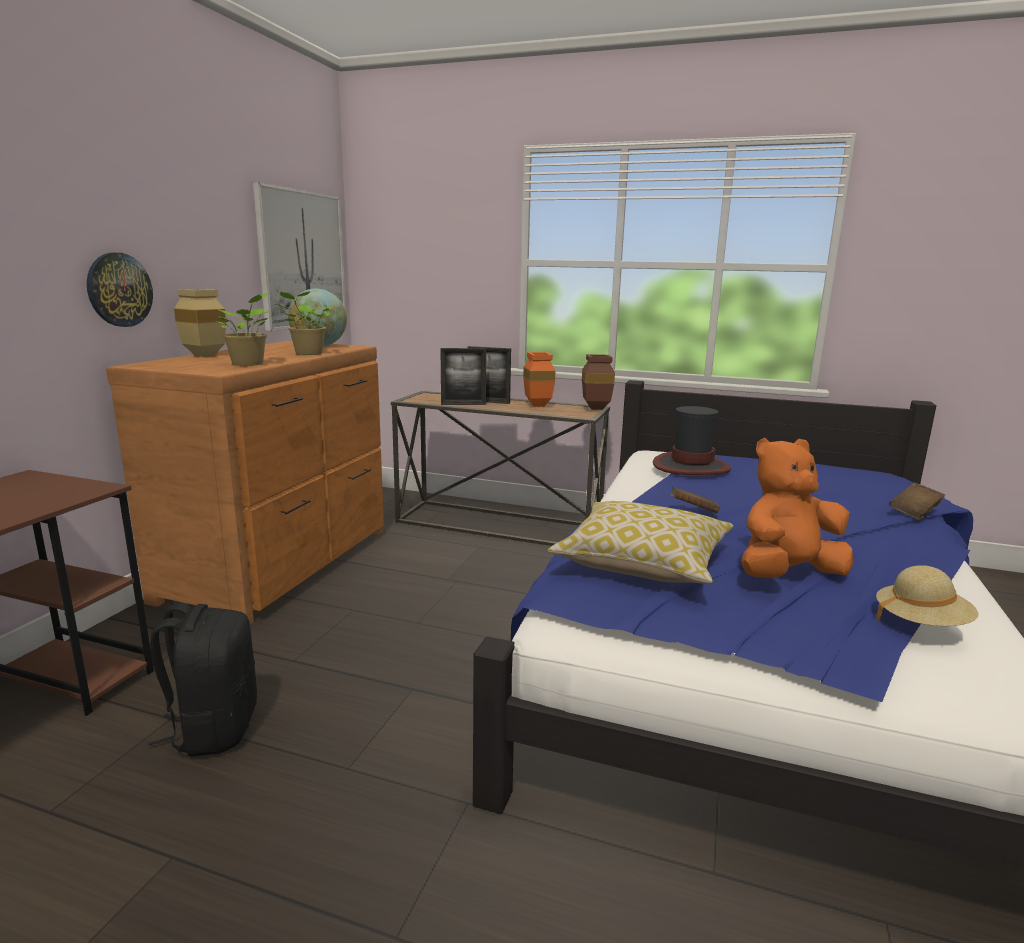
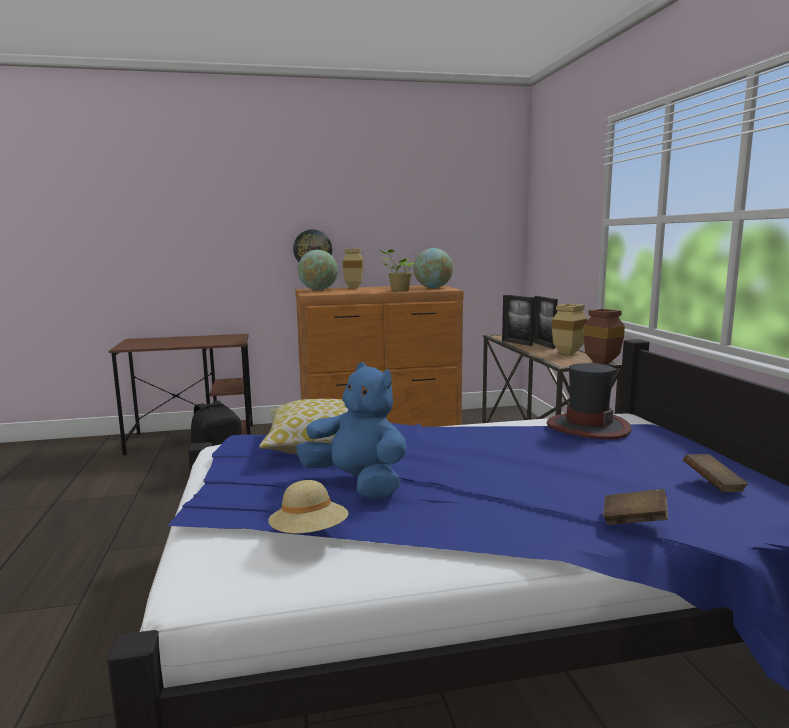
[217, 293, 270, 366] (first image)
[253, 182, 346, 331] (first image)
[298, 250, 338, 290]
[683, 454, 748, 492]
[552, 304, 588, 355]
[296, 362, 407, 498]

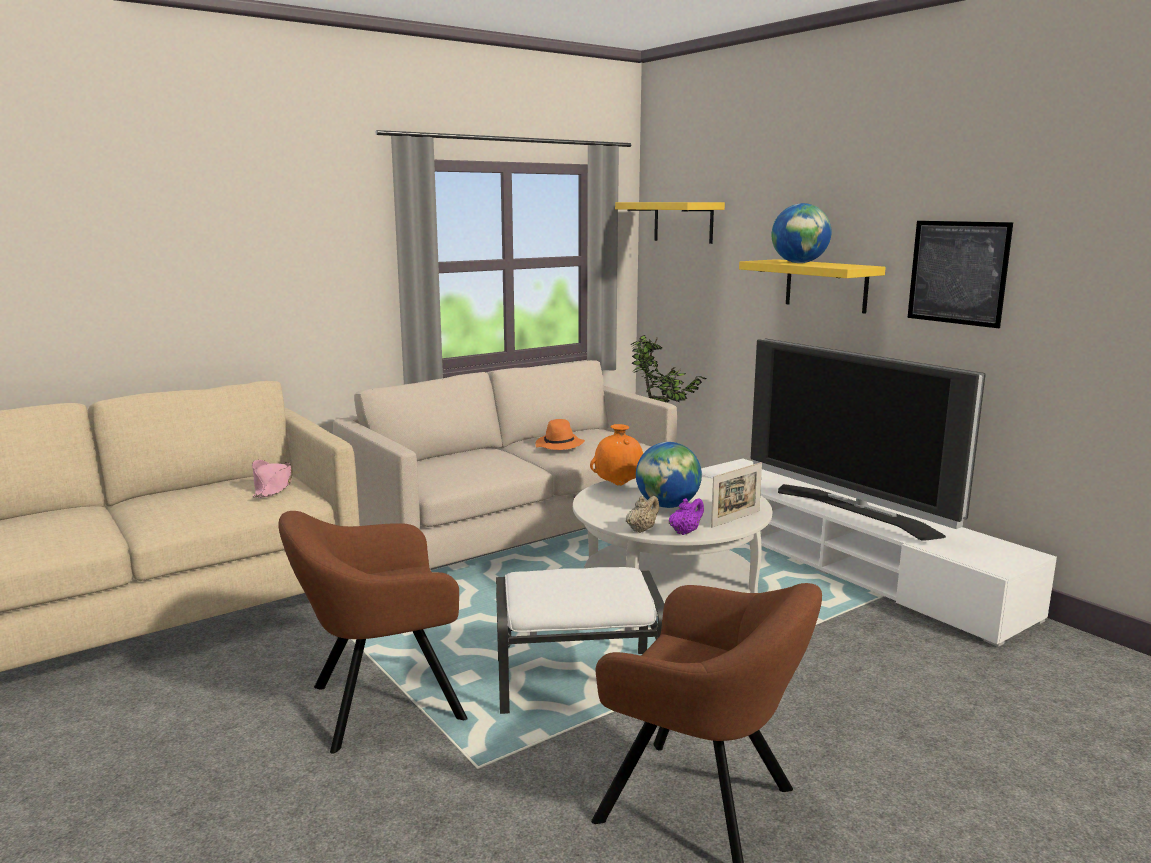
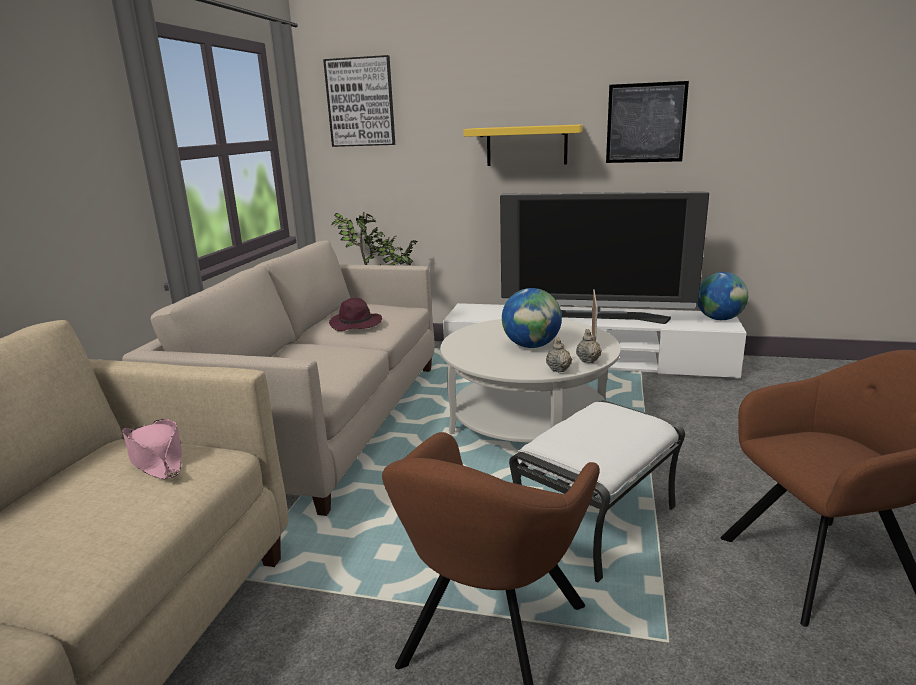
[590, 424, 643, 486] (first image)
[697, 272, 748, 320]
[323, 55, 395, 147]
[329, 298, 382, 331]
[576, 329, 602, 363]

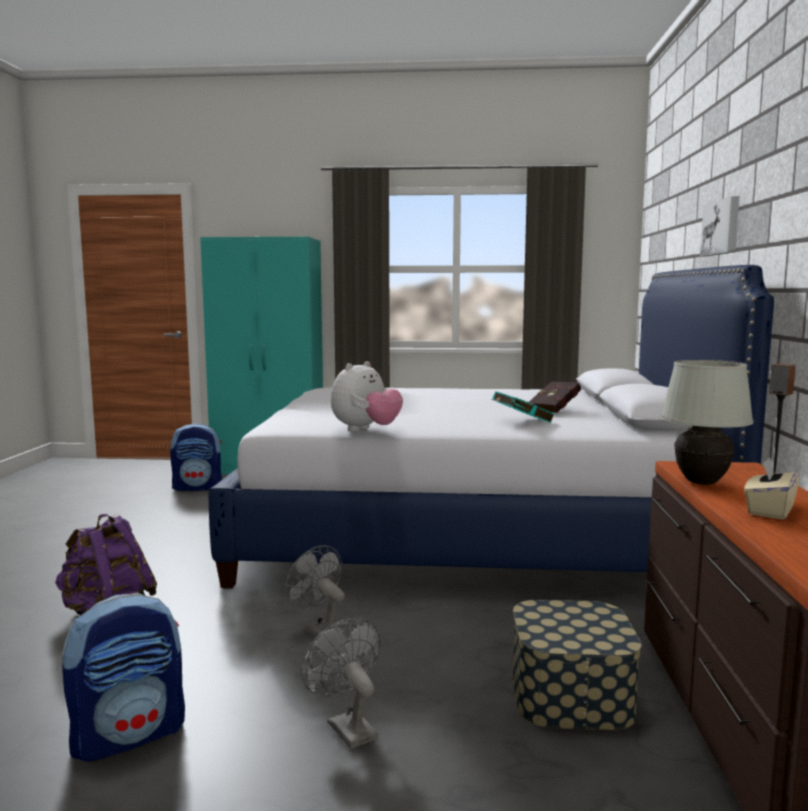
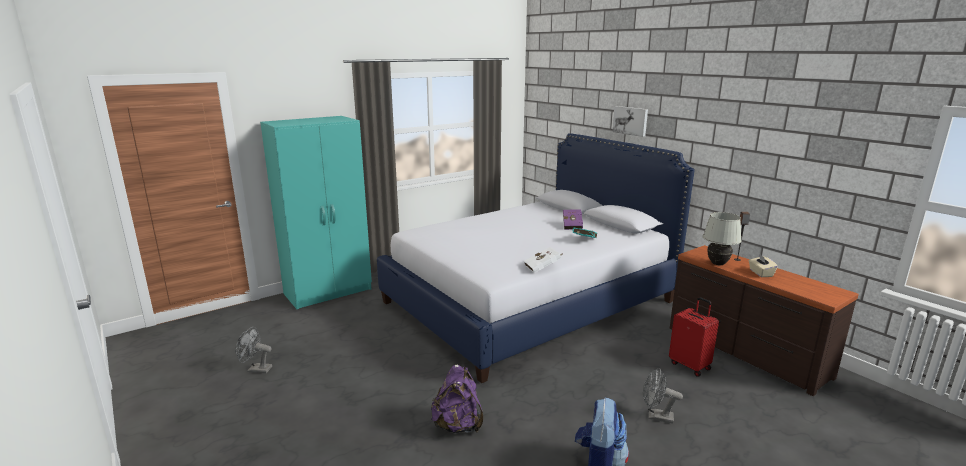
[170, 423, 222, 491] (first image)
[235, 327, 272, 373]
[524, 247, 563, 273]
[669, 297, 719, 377]
[563, 209, 583, 230]

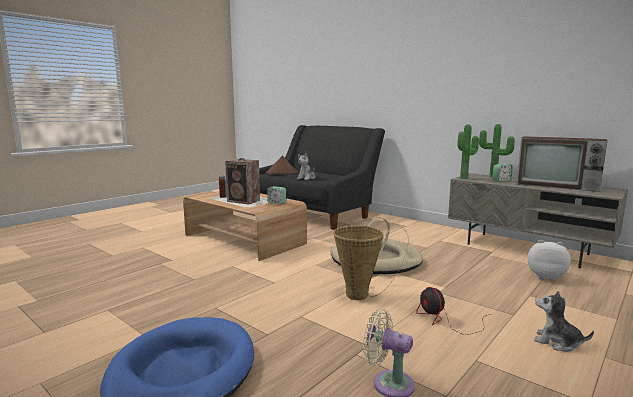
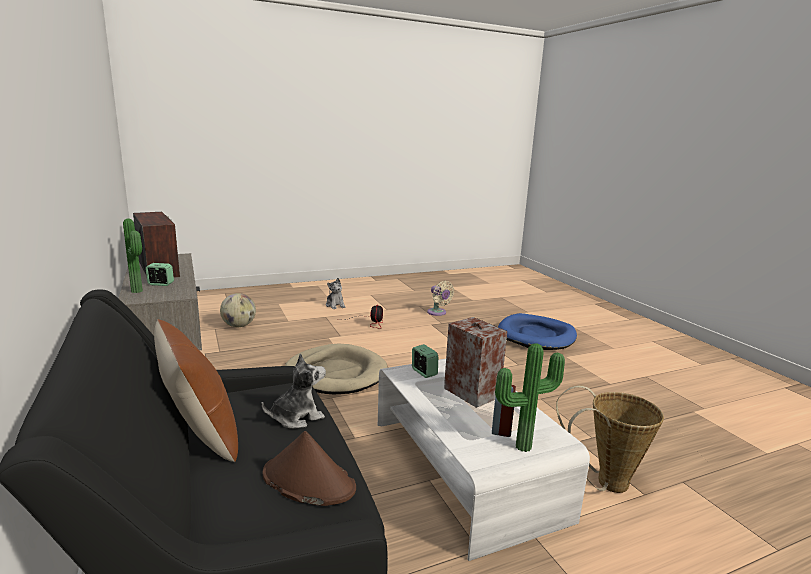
[154, 319, 238, 462]
[556, 385, 664, 493]
[495, 343, 565, 452]
[220, 293, 256, 327]
[378, 359, 590, 561]

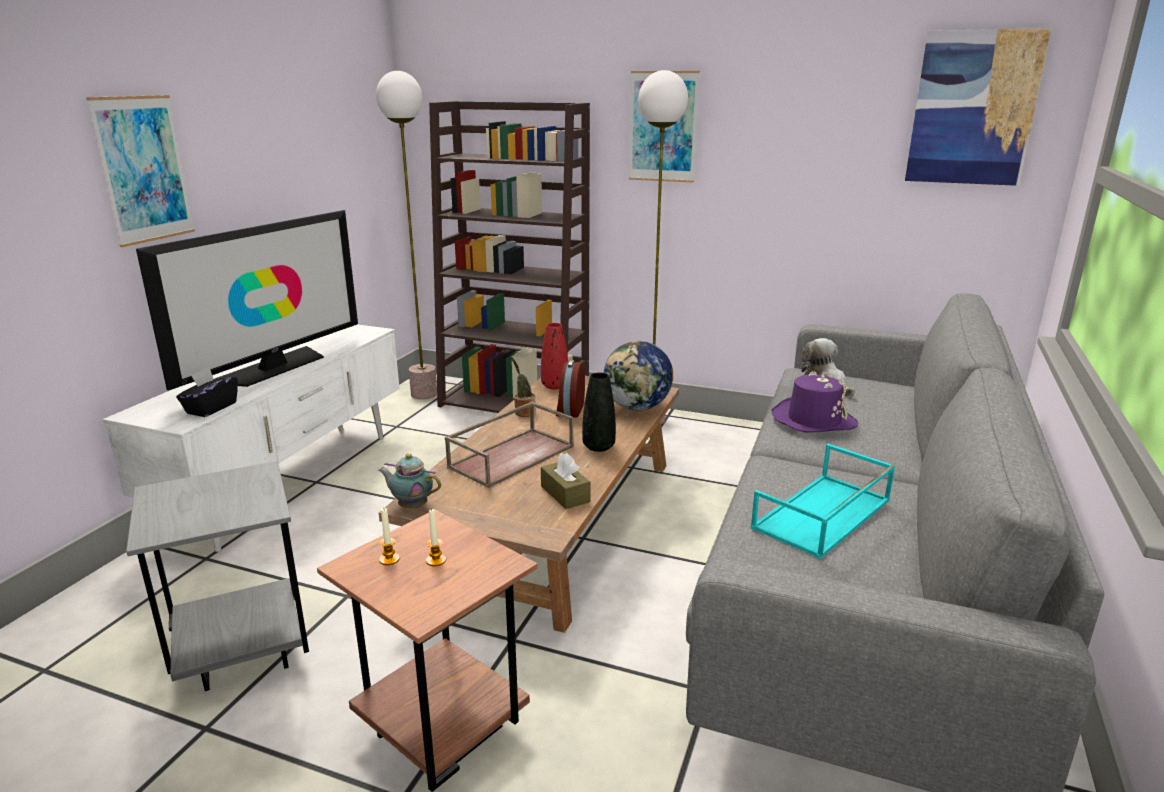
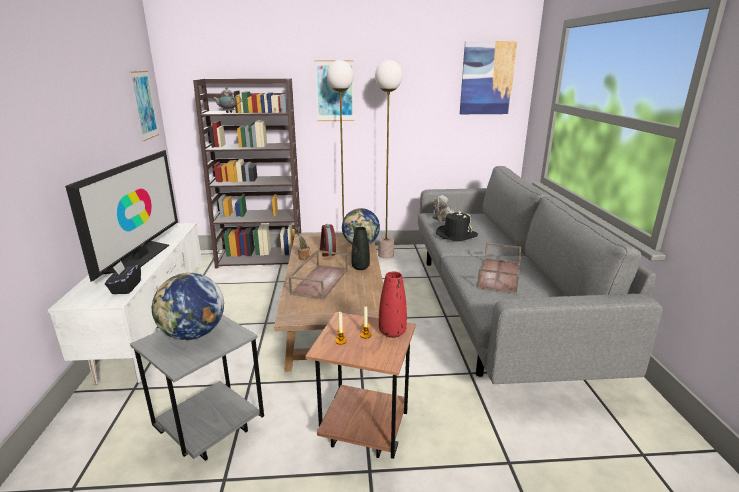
[541, 453, 590, 509] (first image)
[152, 273, 224, 340]
[129, 71, 159, 141]
[375, 60, 403, 258]
[213, 88, 242, 113]
[379, 271, 407, 338]
[477, 243, 521, 294]
[436, 211, 478, 241]

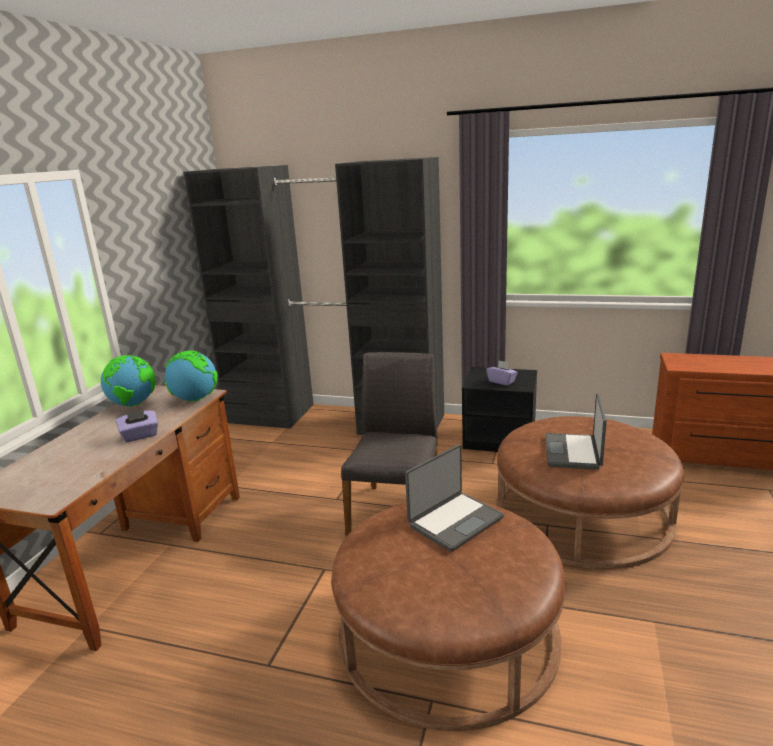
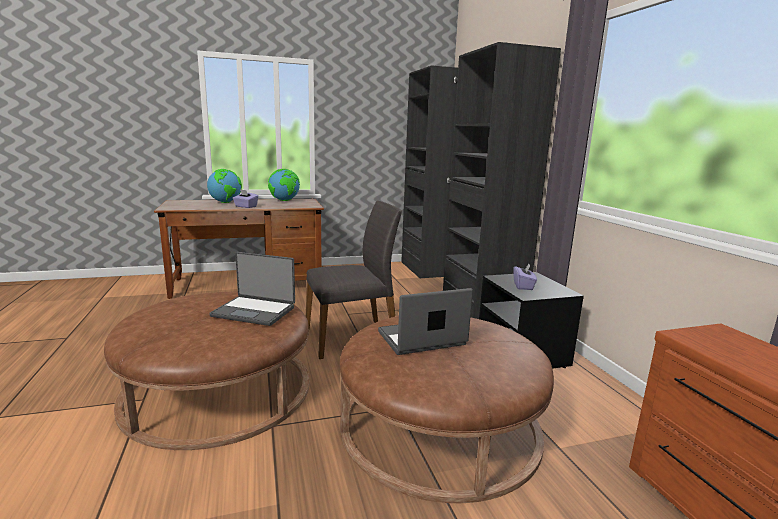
[207, 169, 242, 203]

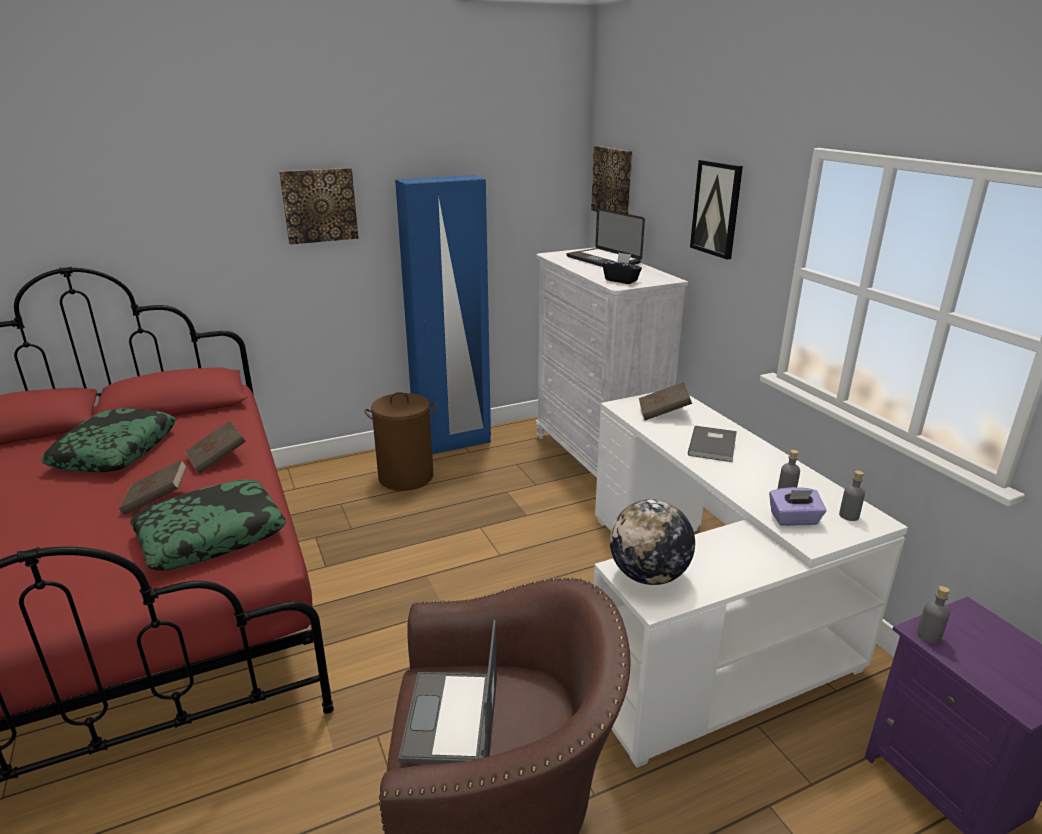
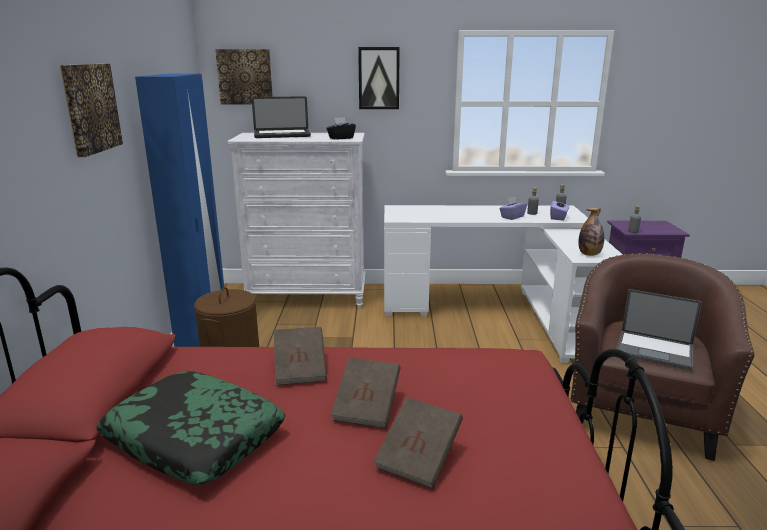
[130, 479, 286, 570] (first image)
[688, 426, 737, 462] (first image)
[499, 197, 527, 220]
[373, 397, 463, 489]
[578, 208, 604, 256]

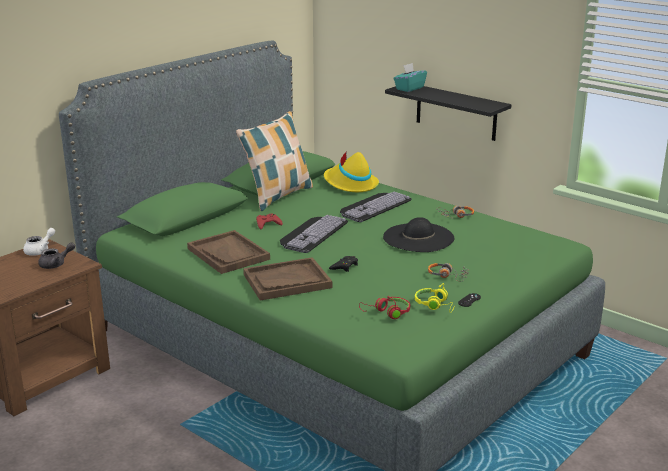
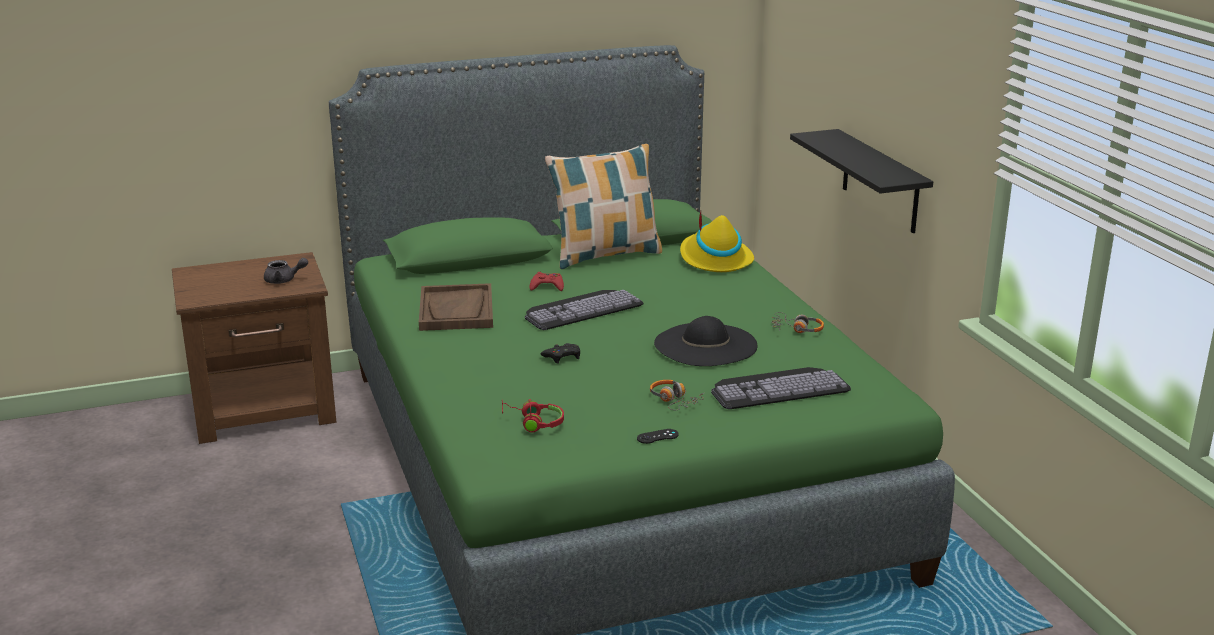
[23, 228, 55, 256] (first image)
[243, 257, 332, 301] (first image)
[393, 63, 427, 92] (first image)
[415, 283, 455, 313] (first image)
[711, 367, 851, 409]

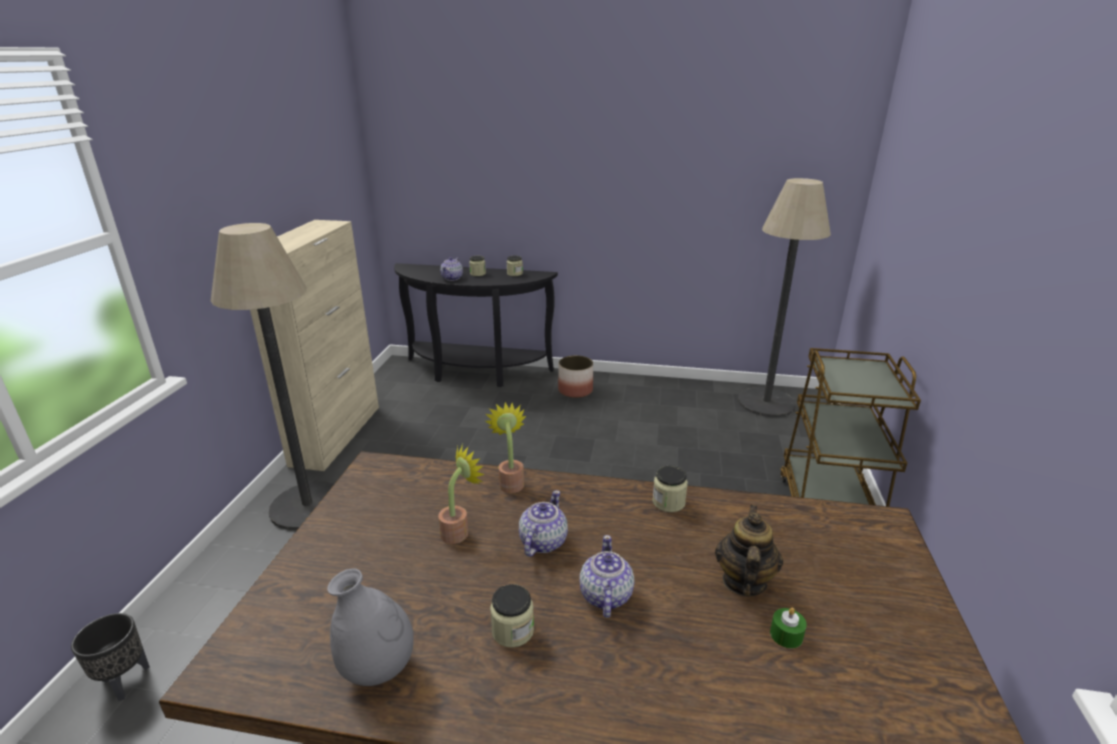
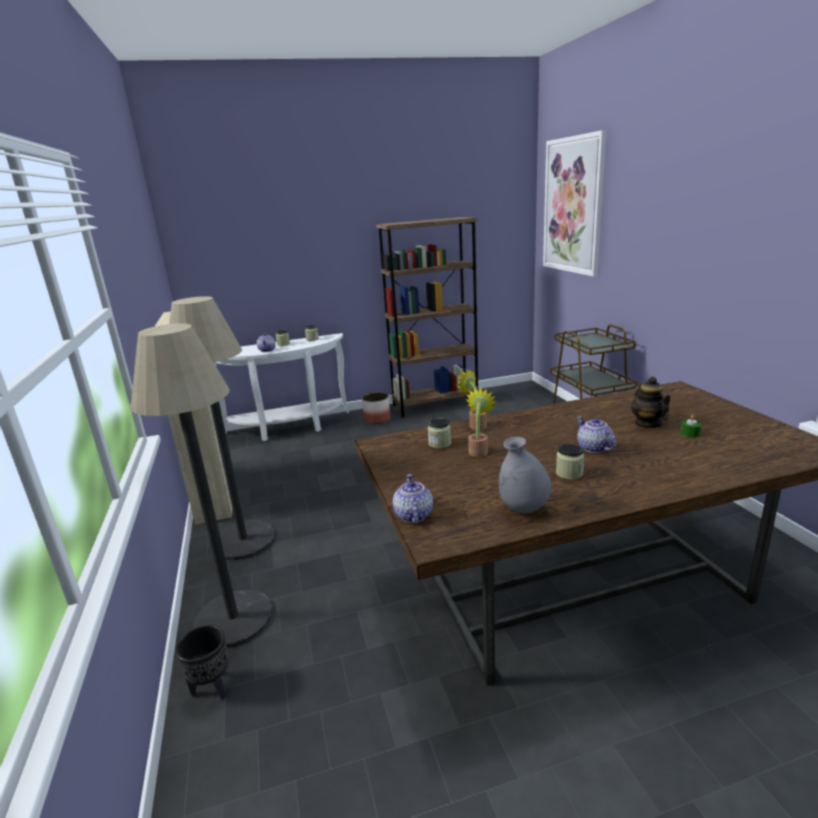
[376, 217, 478, 417]
[543, 130, 606, 277]
[393, 474, 433, 524]
[428, 418, 451, 449]
[131, 323, 273, 648]
[214, 333, 349, 441]

